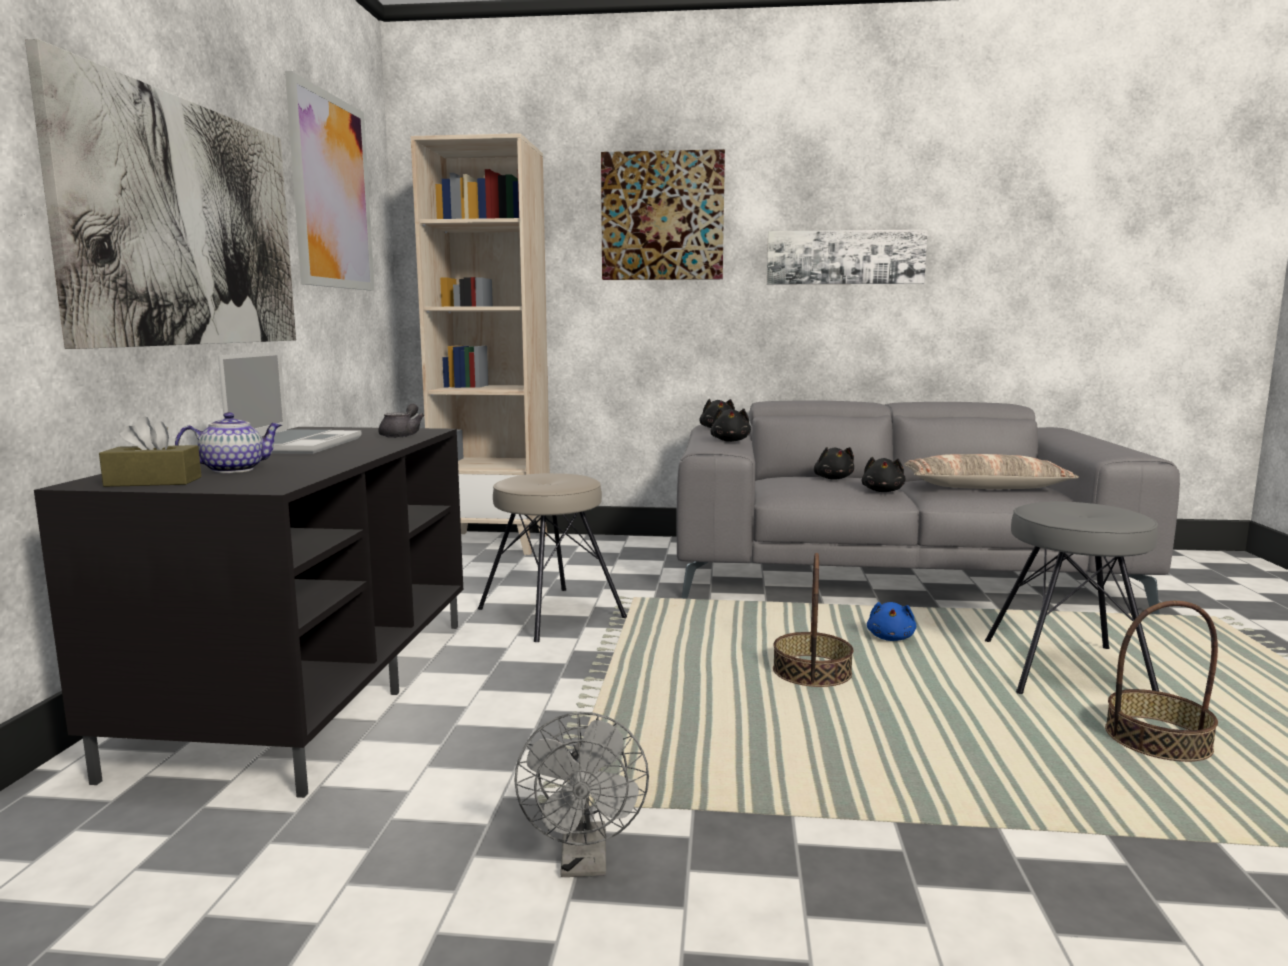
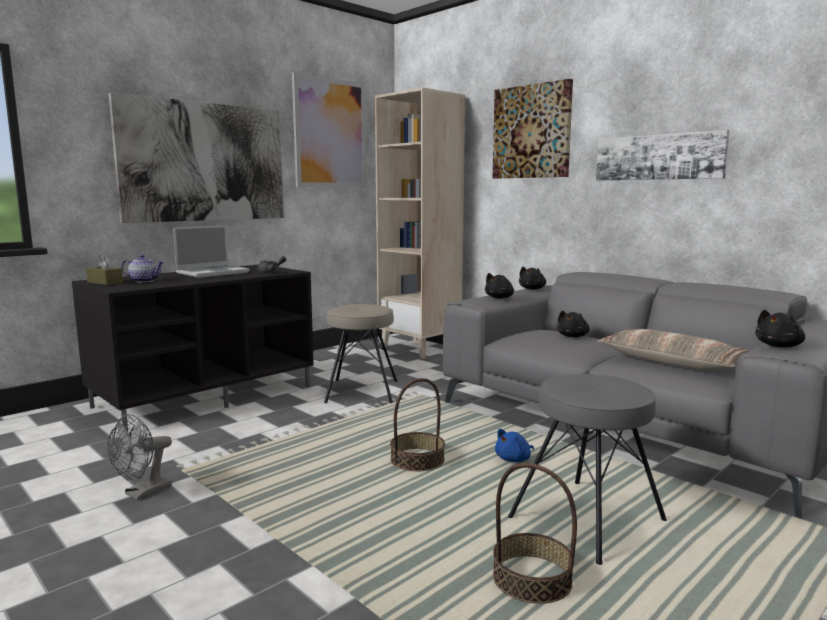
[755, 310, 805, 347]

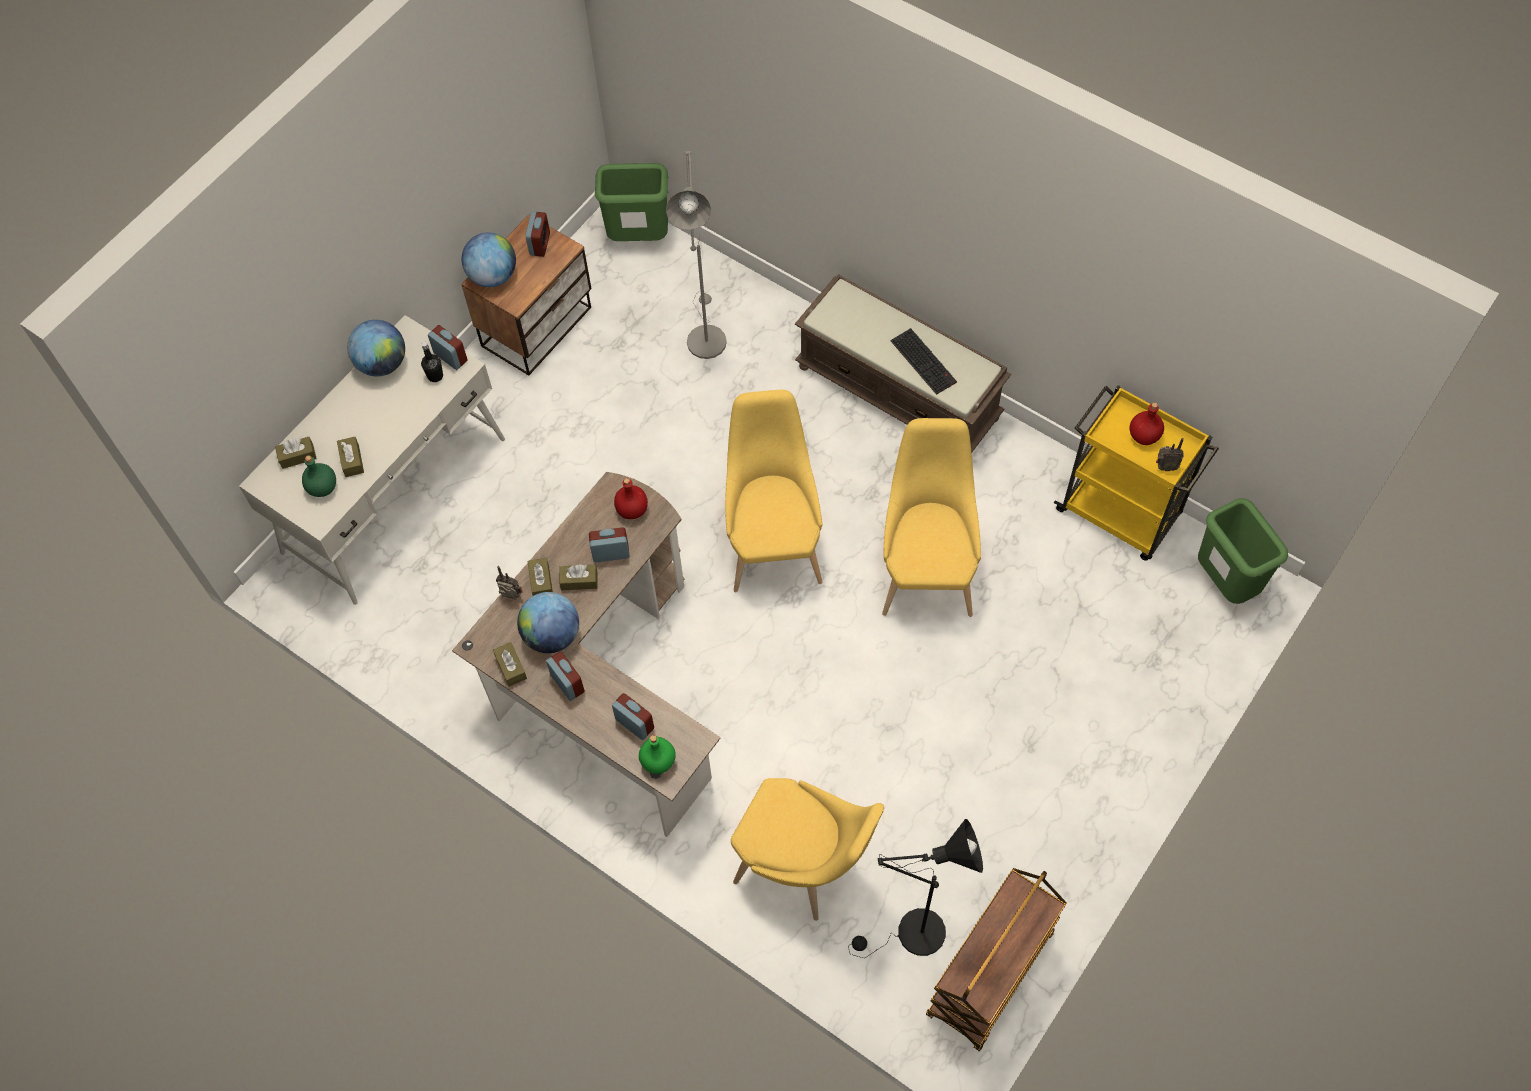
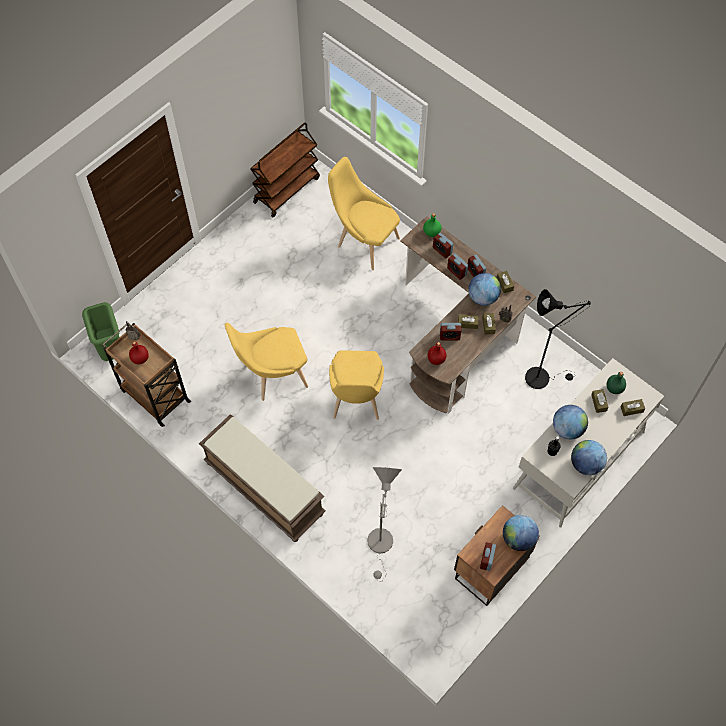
[595, 163, 669, 241] (first image)
[891, 328, 957, 395] (first image)
[553, 405, 588, 439]
[447, 254, 468, 280]
[525, 289, 591, 389]
[102, 322, 191, 427]
[225, 323, 308, 401]

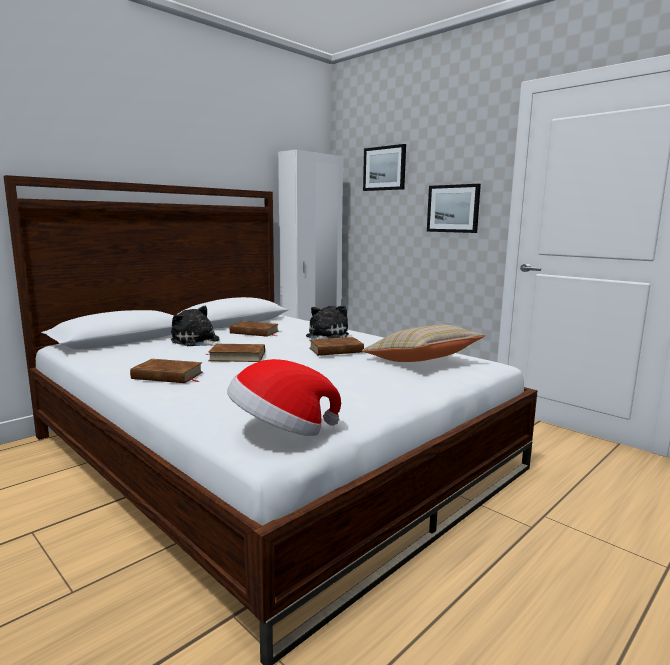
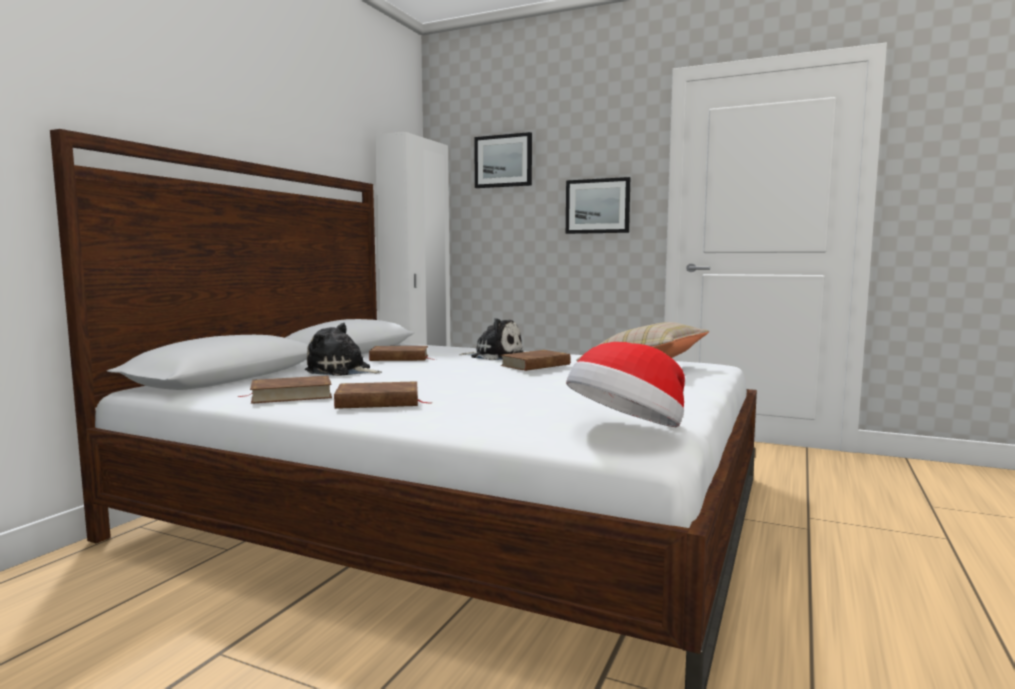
[239, 376, 332, 404]
[459, 318, 523, 360]

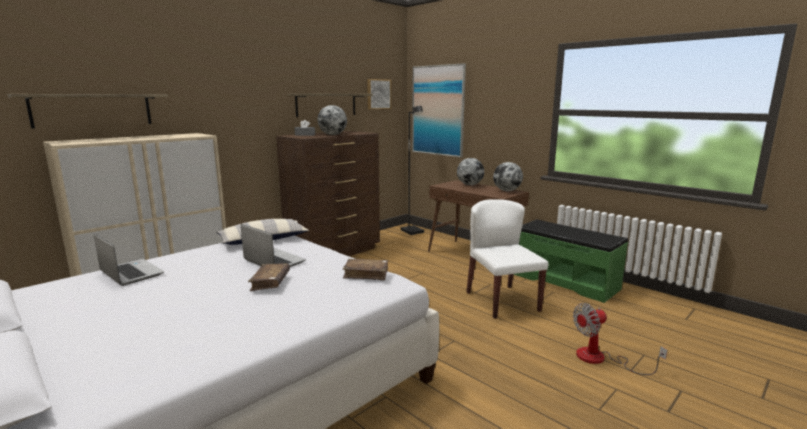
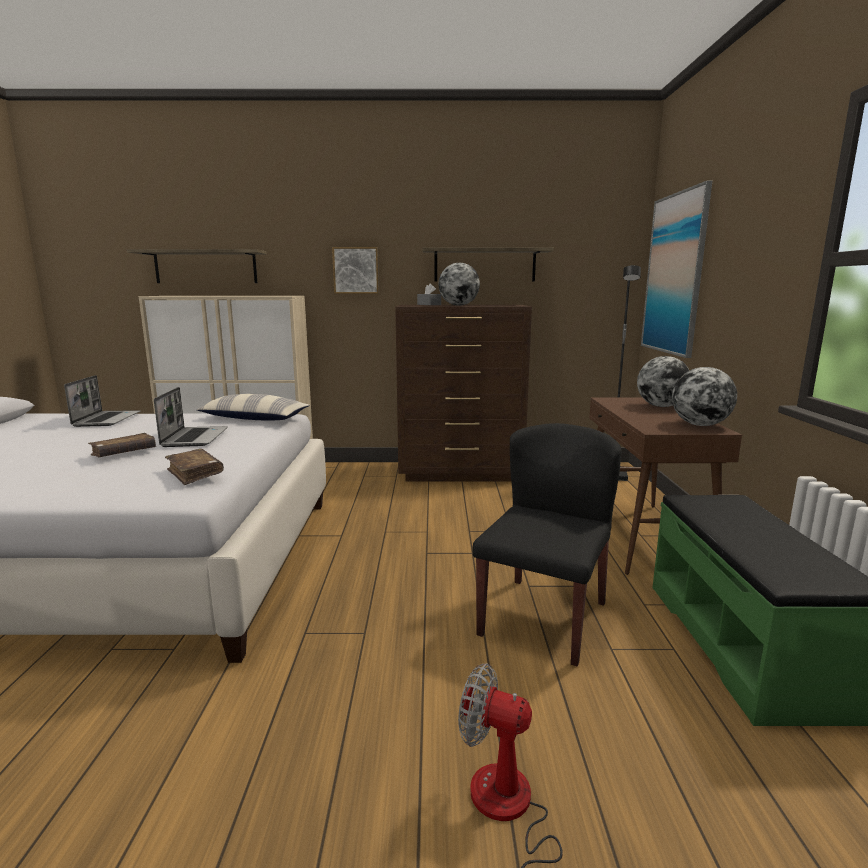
[332, 247, 379, 294]
[472, 423, 622, 666]

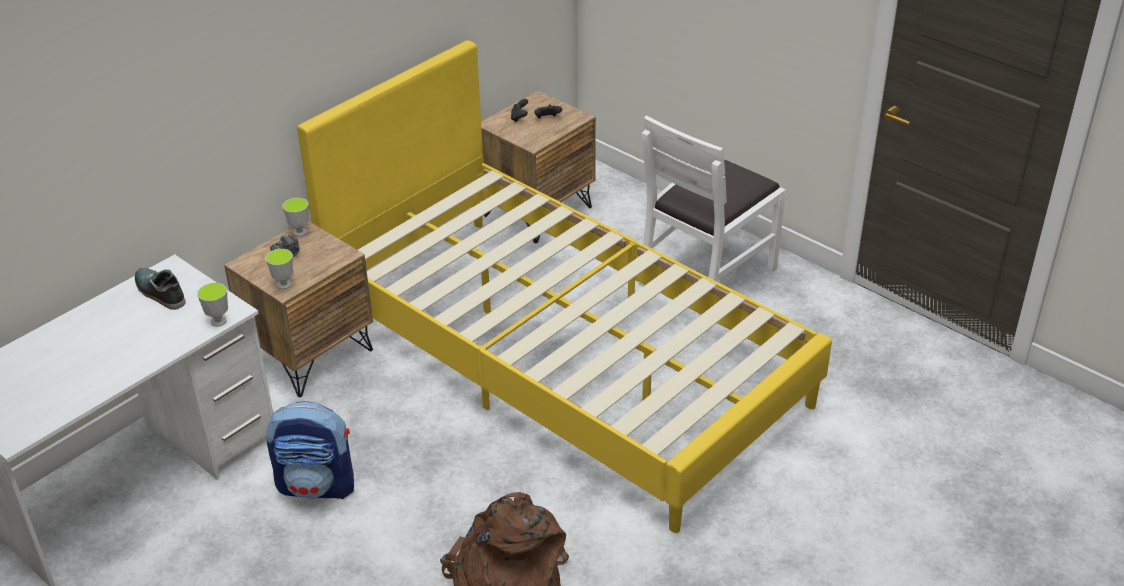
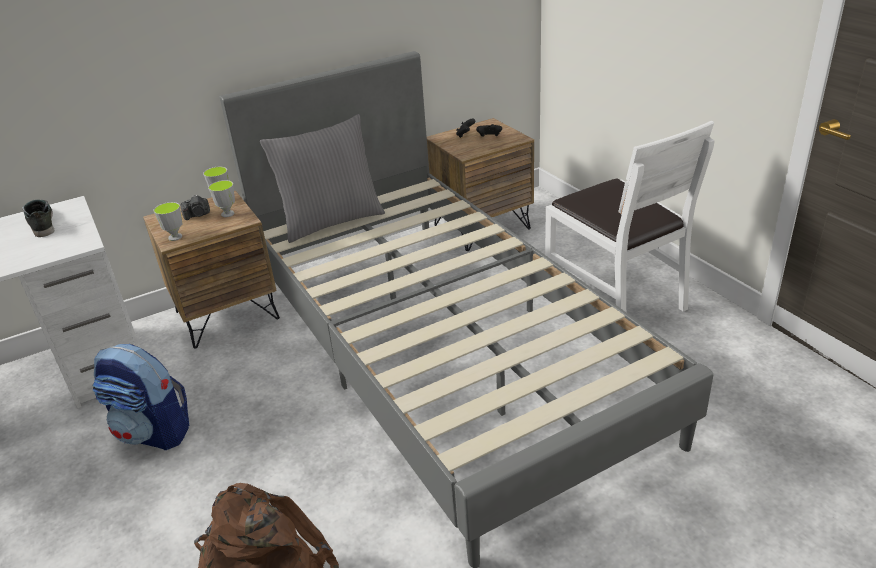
[260, 114, 385, 243]
[208, 180, 235, 217]
[220, 51, 713, 568]
[545, 121, 715, 312]

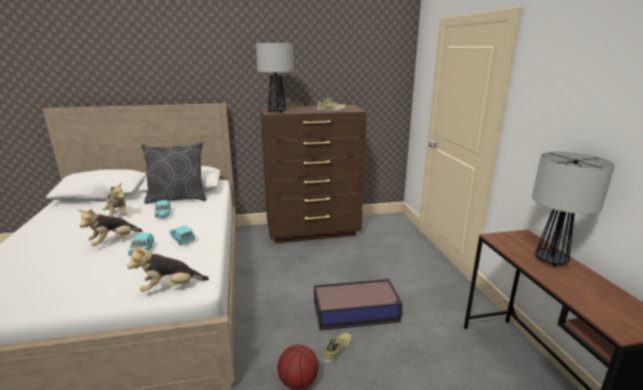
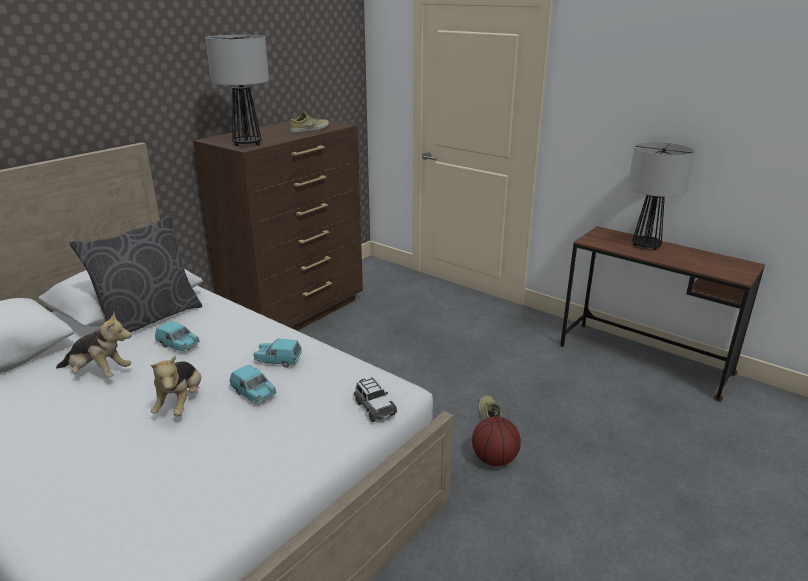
[314, 279, 403, 331] (first image)
[354, 377, 397, 422]

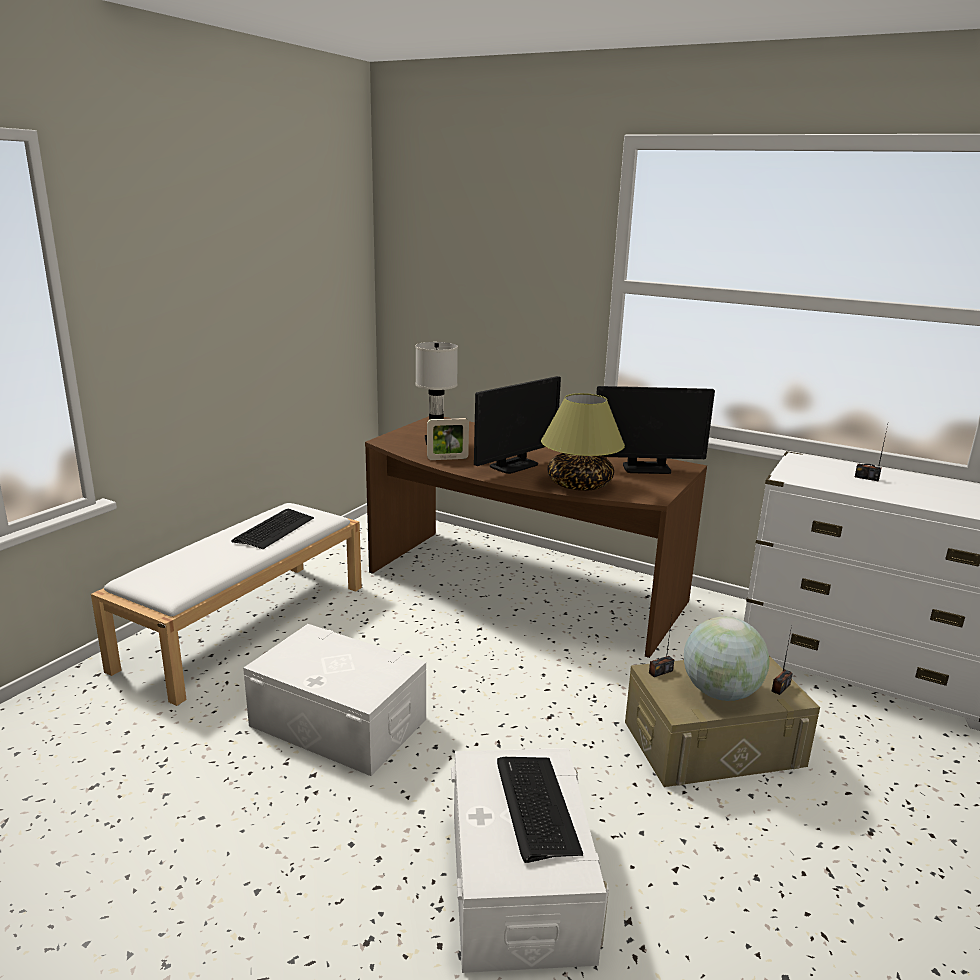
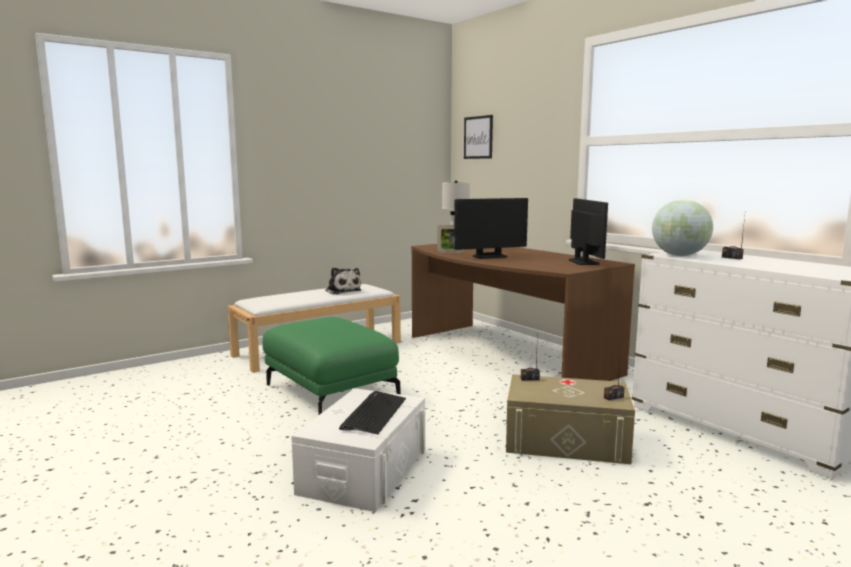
[541, 393, 625, 491] (first image)
[464, 115, 493, 159]
[652, 199, 713, 256]
[325, 267, 361, 294]
[263, 317, 401, 415]
[569, 198, 608, 265]

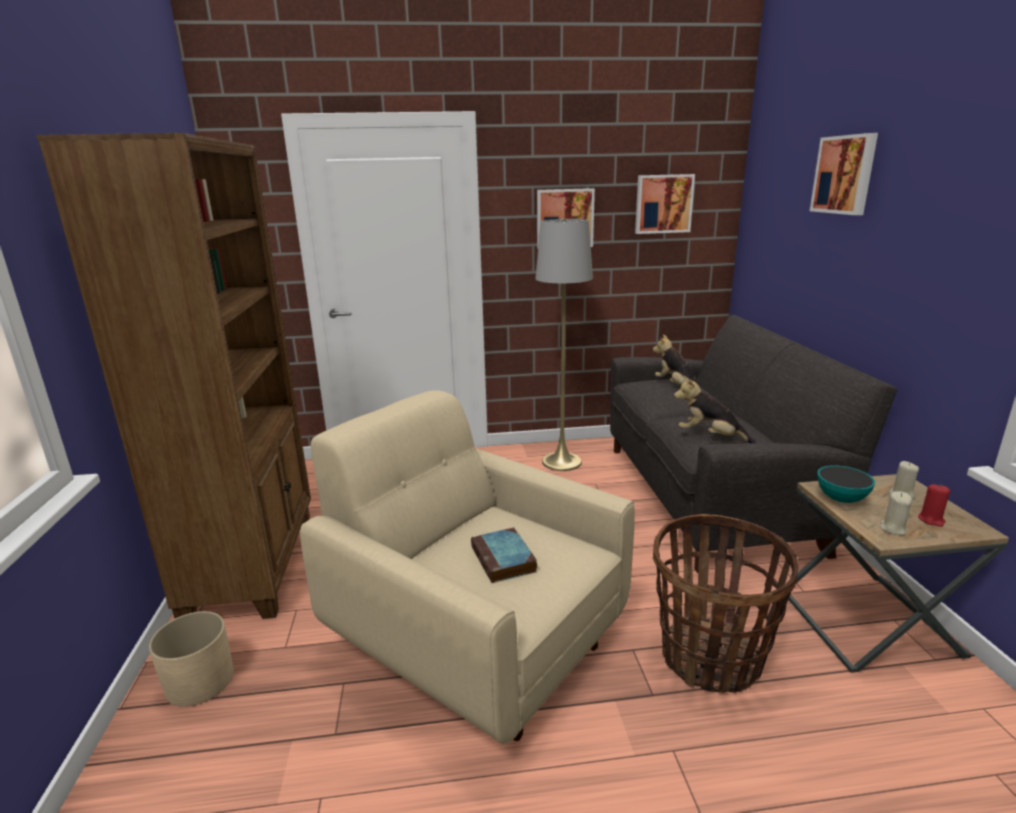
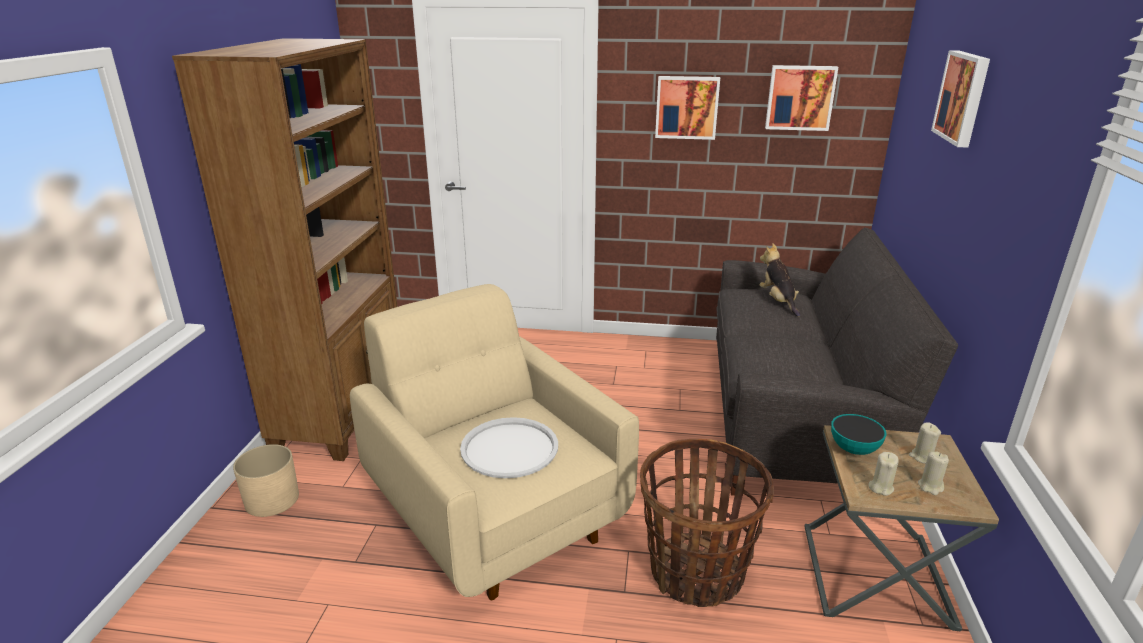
[535, 218, 593, 471] (first image)
[674, 375, 756, 443] (first image)
[460, 417, 558, 478]
[918, 451, 949, 495]

